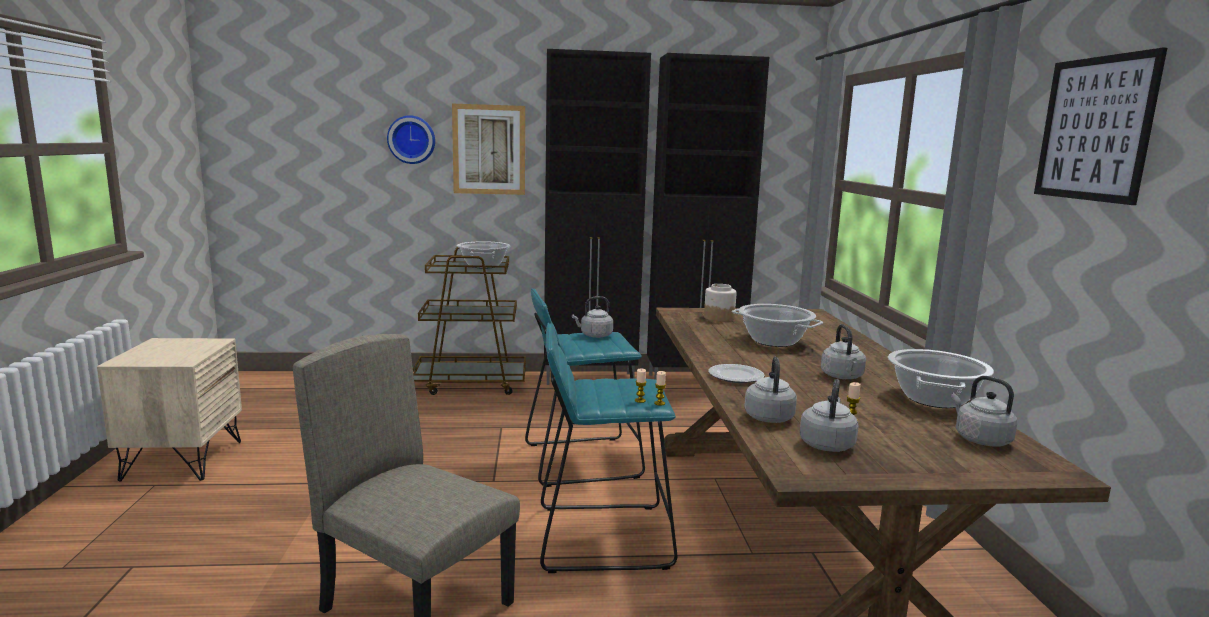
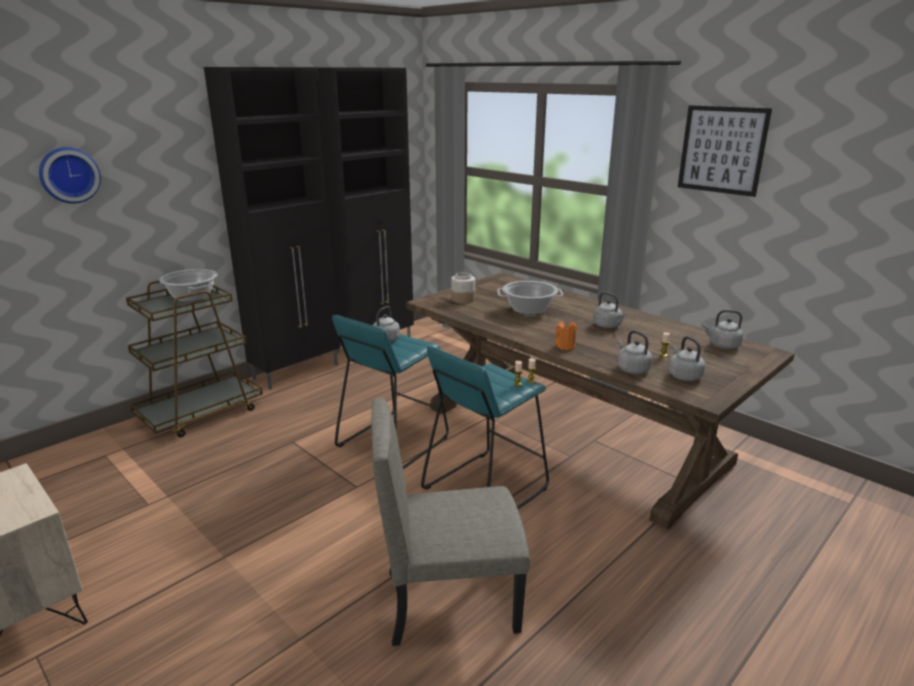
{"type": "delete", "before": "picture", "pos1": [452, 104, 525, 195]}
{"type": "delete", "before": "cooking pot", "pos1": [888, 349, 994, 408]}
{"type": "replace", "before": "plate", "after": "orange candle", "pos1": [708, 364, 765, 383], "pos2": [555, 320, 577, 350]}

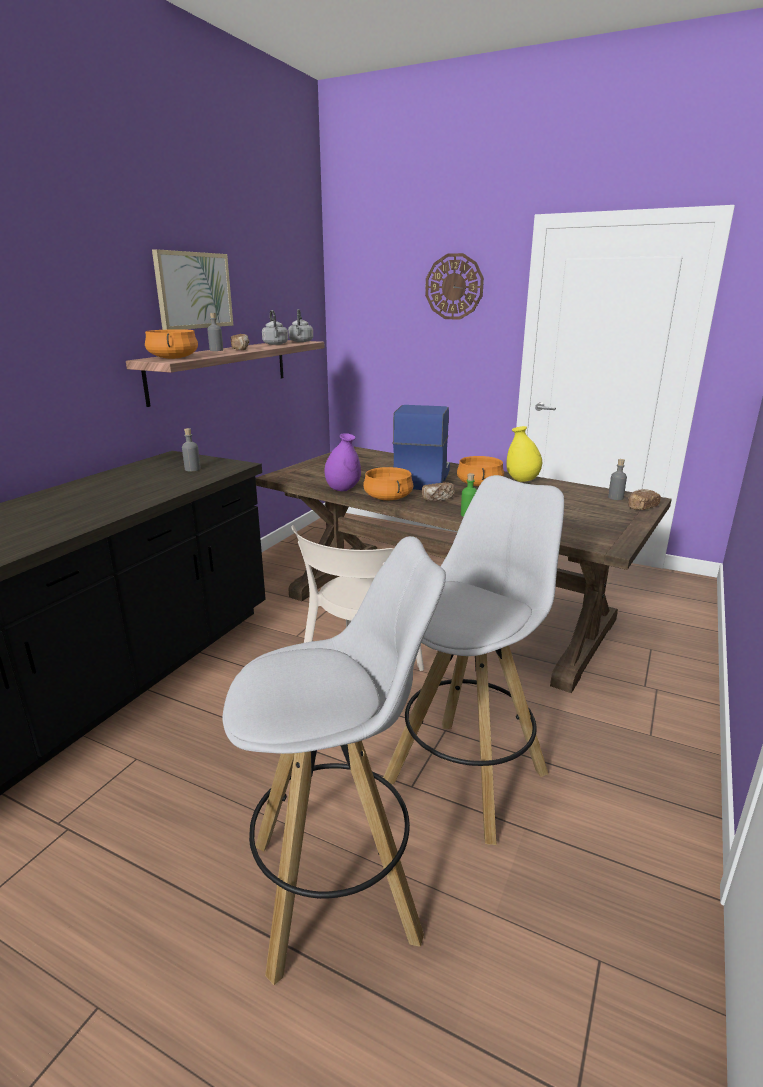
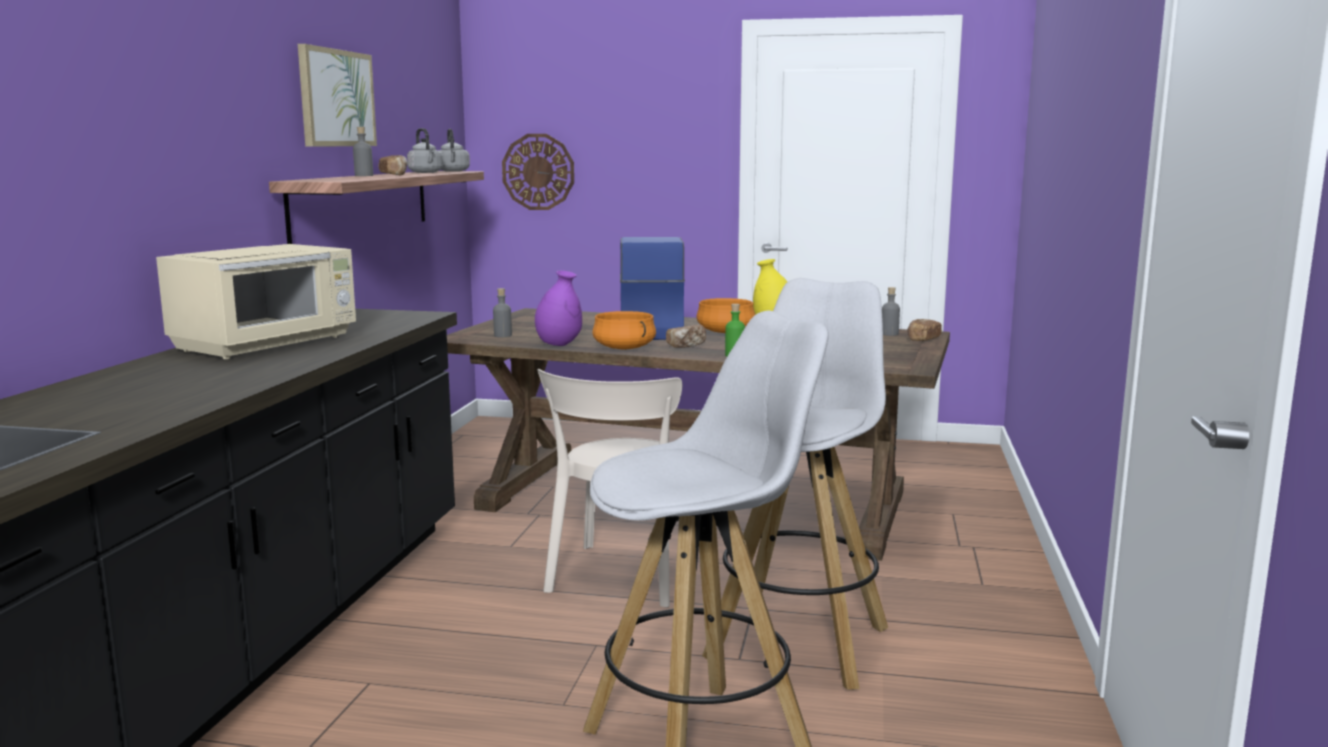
{"type": "move", "before": "wall clock", "pos1": [425, 253, 484, 320], "pos2": [502, 134, 574, 210]}
{"type": "delete", "before": "orange cooking pot", "pos1": [145, 329, 198, 359]}
{"type": "move", "before": "grey bottle", "pos1": [182, 428, 201, 471], "pos2": [493, 288, 512, 337]}
{"type": "insert", "after": "beige microwave", "pos2": [156, 244, 356, 359]}

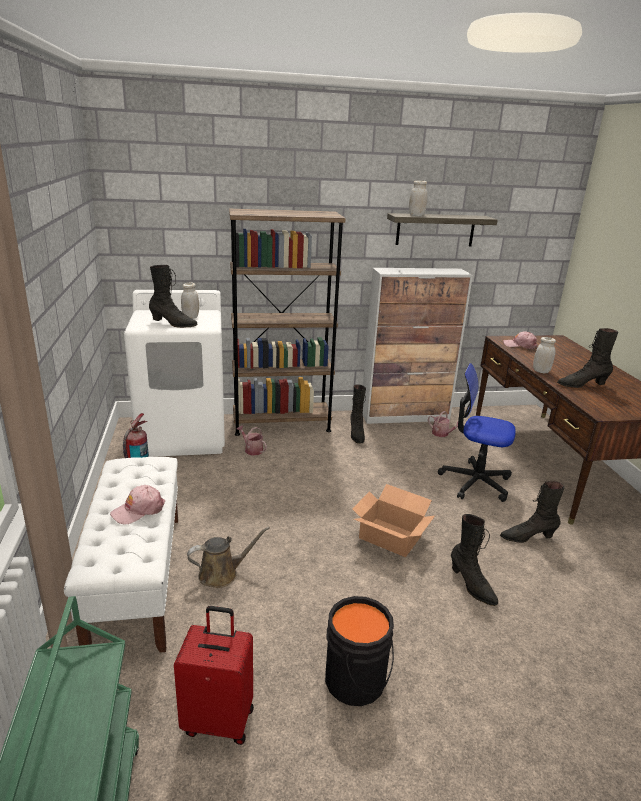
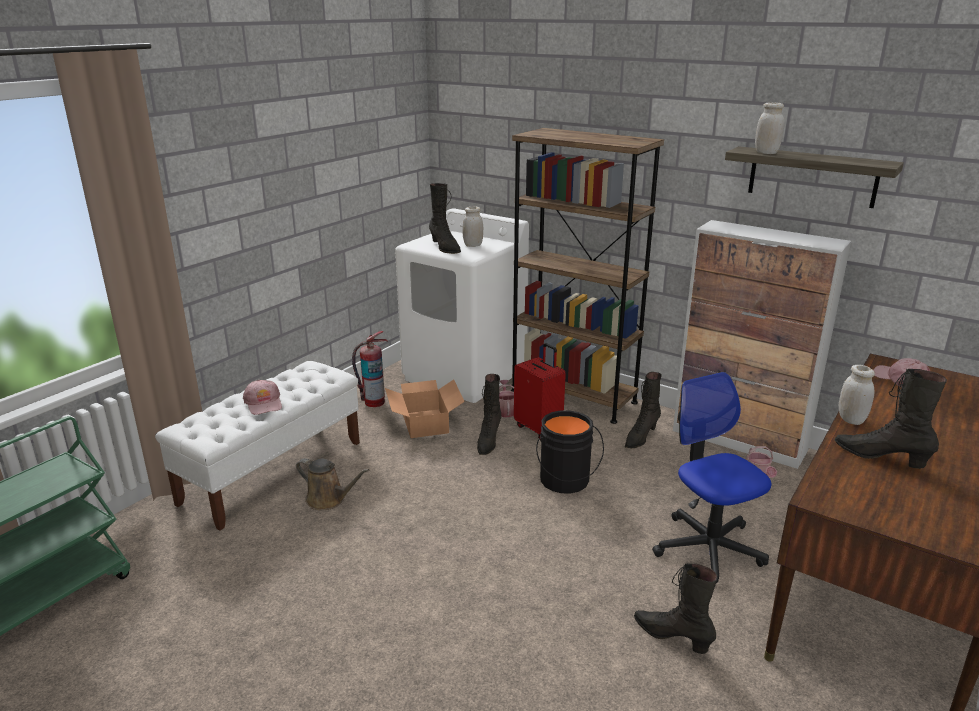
{"type": "move", "before": "cardboard box", "pos1": [352, 484, 435, 557], "pos2": [385, 379, 465, 438]}
{"type": "rotate", "before": "pink cap", "pos1": [110, 485, 165, 525], "pos2": [243, 380, 282, 415], "turn": -120}
{"type": "move", "before": "black boot", "pos1": [451, 514, 498, 606], "pos2": [477, 374, 501, 455]}
{"type": "move", "before": "black bucket", "pos1": [325, 596, 394, 706], "pos2": [536, 410, 604, 493]}
{"type": "move", "before": "red suitcase", "pos1": [174, 606, 254, 745], "pos2": [514, 343, 566, 440]}

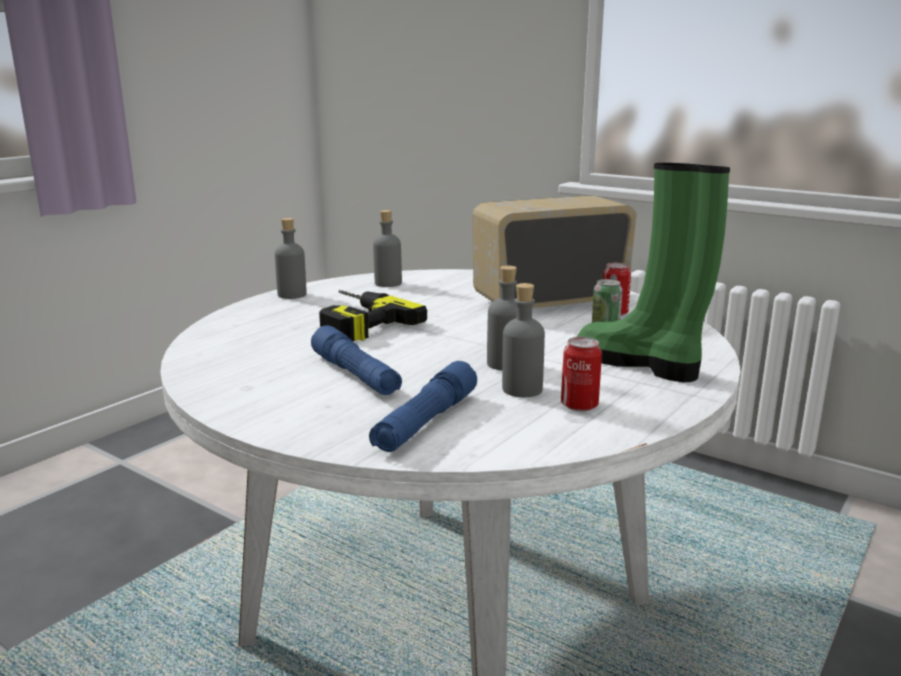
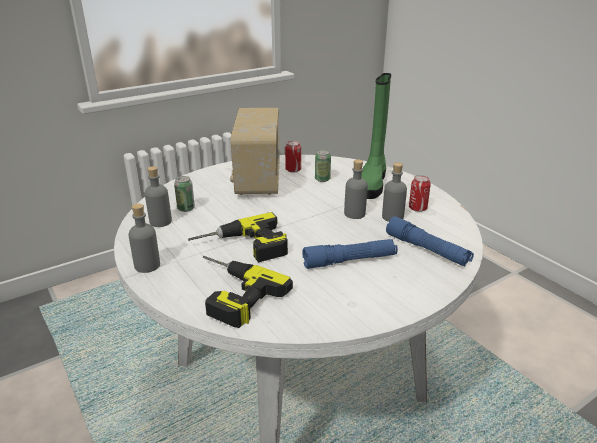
{"type": "rotate", "before": "green boot", "pos1": [577, 163, 730, 382], "pos2": [361, 73, 391, 199], "turn": -45}
{"type": "insert", "after": "can", "pos2": [174, 176, 195, 212]}
{"type": "insert", "after": "power drill", "pos2": [203, 256, 293, 328]}

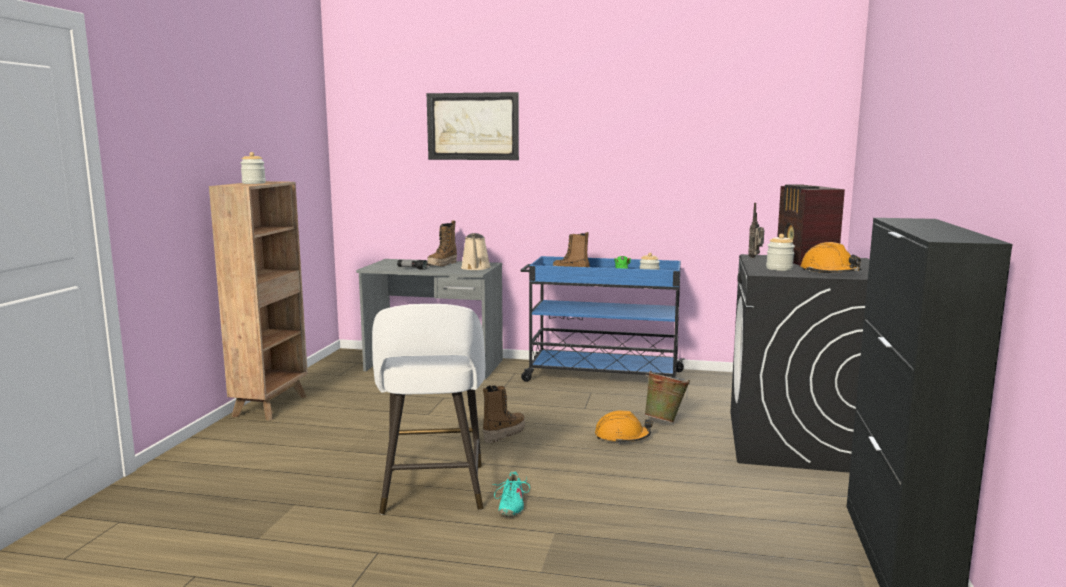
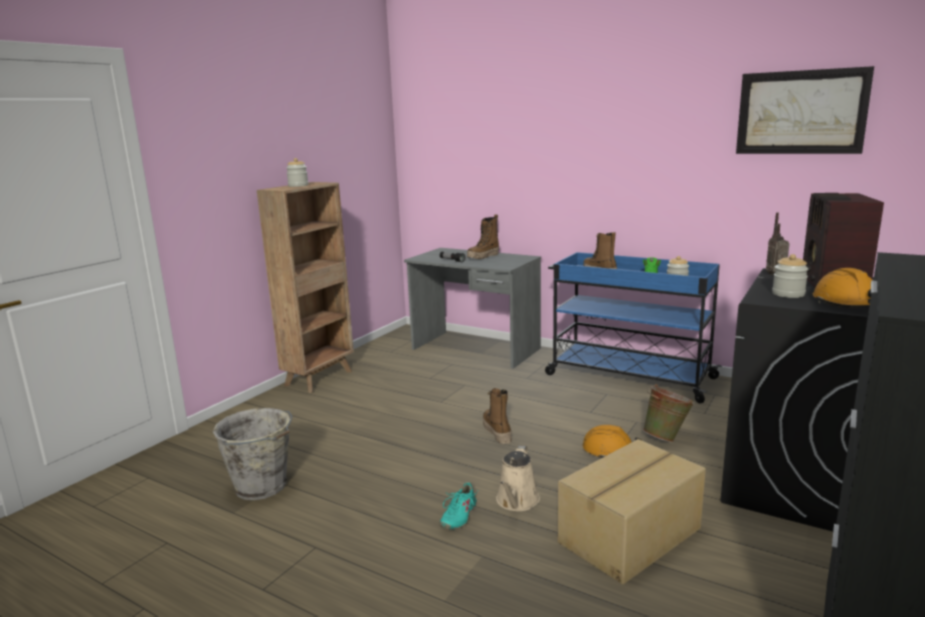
{"type": "move", "before": "picture", "pos1": [427, 92, 519, 160], "pos2": [736, 66, 874, 154]}
{"type": "move", "before": "beige watering can", "pos1": [461, 233, 491, 270], "pos2": [496, 446, 540, 511]}
{"type": "delete", "before": "white stool", "pos1": [372, 304, 485, 514]}
{"type": "rotate", "before": "boot", "pos1": [483, 385, 525, 443], "pos2": [483, 388, 512, 444], "turn": -75}
{"type": "insert", "after": "grey bucket", "pos2": [213, 408, 292, 500]}
{"type": "insert", "after": "cardboard box", "pos2": [558, 439, 706, 584]}

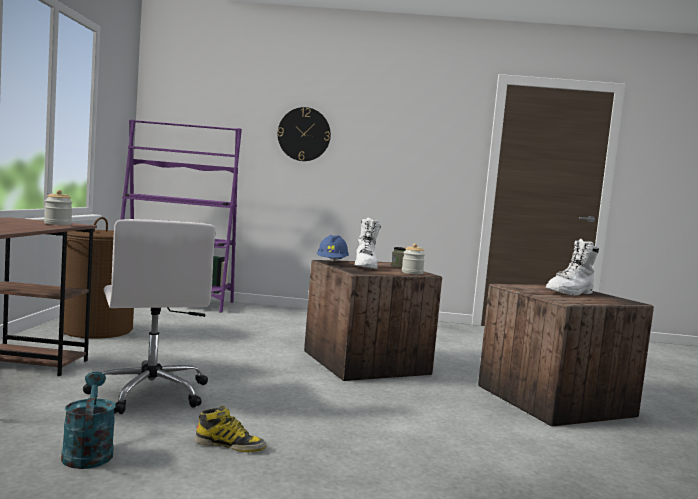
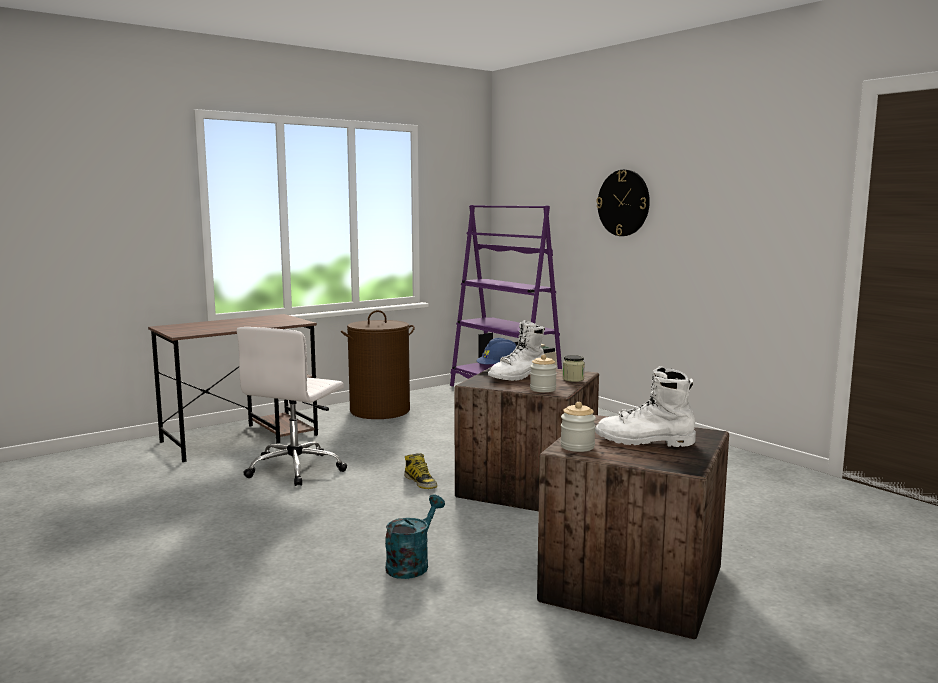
{"type": "move", "before": "jar", "pos1": [44, 190, 73, 225], "pos2": [560, 402, 596, 452]}
{"type": "move", "before": "turquoise watering can", "pos1": [61, 371, 116, 469], "pos2": [385, 495, 445, 579]}
{"type": "move", "before": "boot", "pos1": [195, 405, 267, 452], "pos2": [404, 453, 437, 489]}

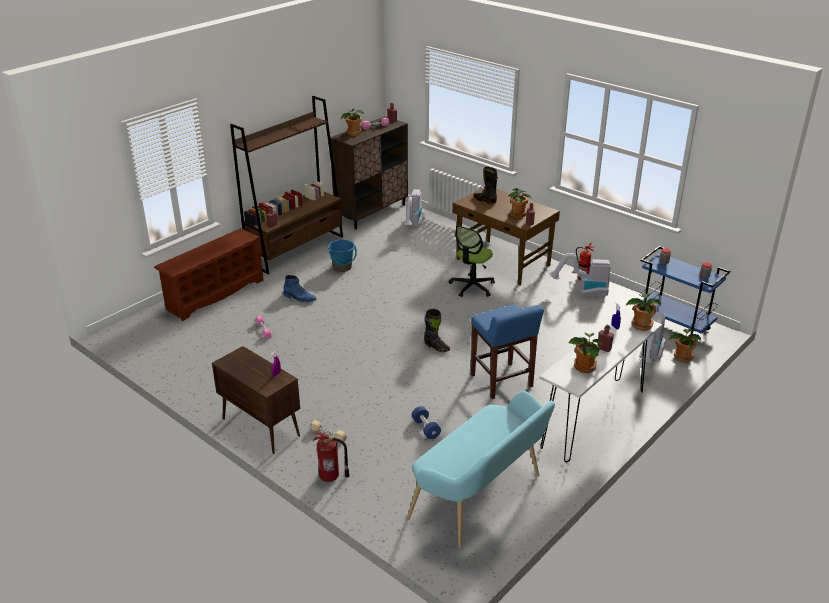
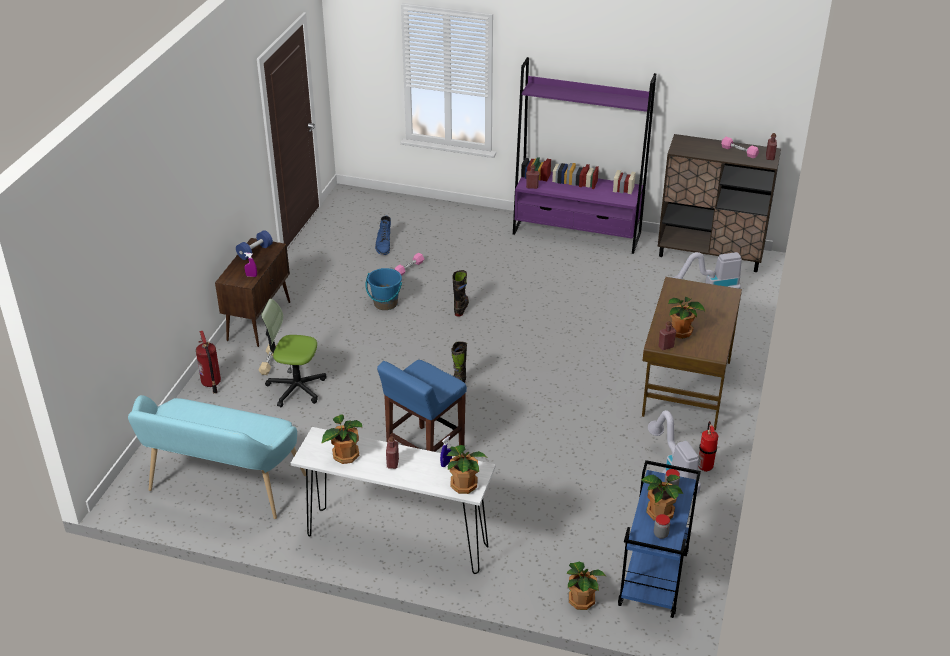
{"type": "recolor", "before": "brown bookcase", "after": "purple bookcase", "pos1": [230, 96, 343, 274], "pos2": [513, 57, 656, 254]}
{"type": "move", "before": "potted plant", "pos1": [340, 109, 364, 136], "pos2": [641, 475, 683, 521]}
{"type": "move", "before": "black boot", "pos1": [473, 167, 498, 204], "pos2": [452, 270, 469, 316]}
{"type": "move", "before": "office chair", "pos1": [449, 225, 495, 297], "pos2": [261, 299, 326, 407]}
{"type": "delete", "before": "brown shoe rack", "pos1": [154, 228, 264, 321]}
{"type": "move", "before": "blue bucket", "pos1": [328, 239, 357, 272], "pos2": [365, 268, 402, 310]}
{"type": "move", "before": "blue boot", "pos1": [283, 275, 317, 302], "pos2": [375, 216, 391, 255]}
{"type": "delete", "before": "vacuum cleaner", "pos1": [639, 312, 666, 363]}
{"type": "move", "before": "blue dumbbell", "pos1": [412, 406, 441, 439], "pos2": [236, 230, 273, 260]}

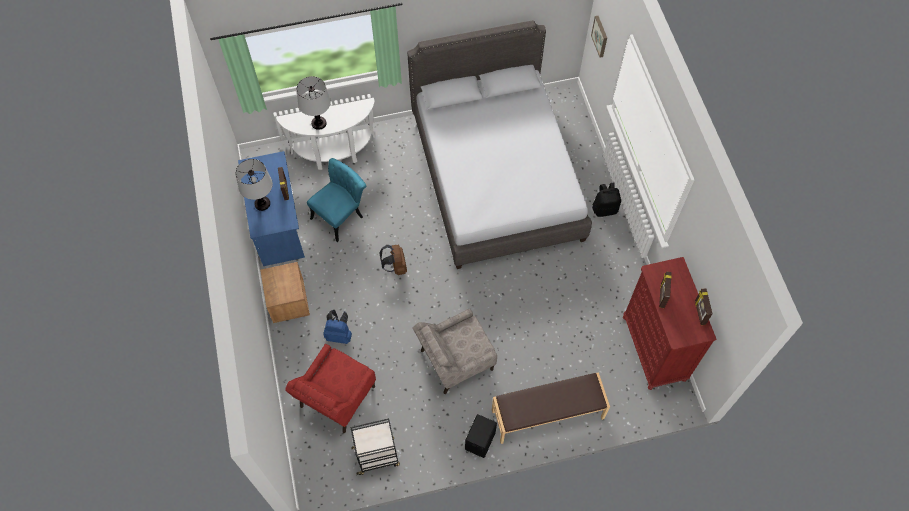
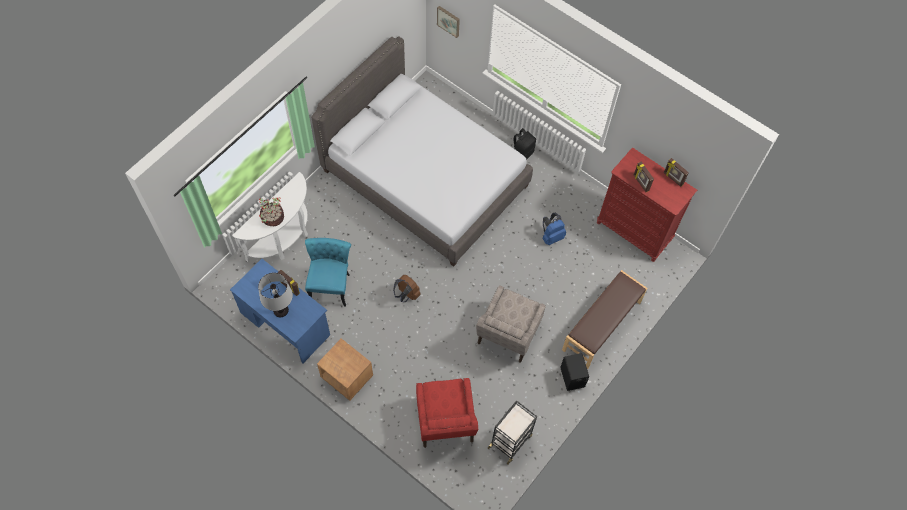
{"type": "replace", "before": "table lamp", "after": "potted plant", "pos1": [297, 76, 331, 130], "pos2": [259, 197, 284, 227]}
{"type": "move", "before": "blue backpack", "pos1": [323, 310, 352, 344], "pos2": [542, 213, 566, 245]}

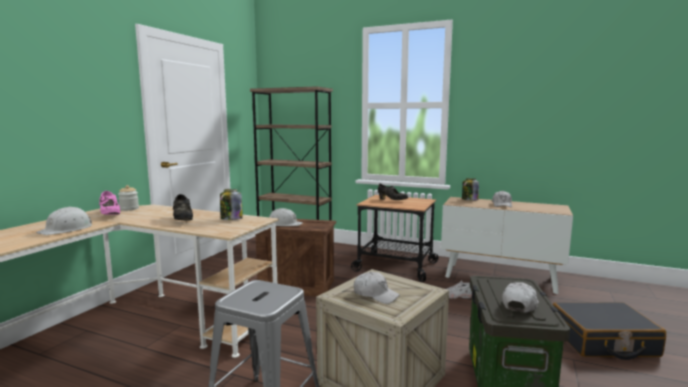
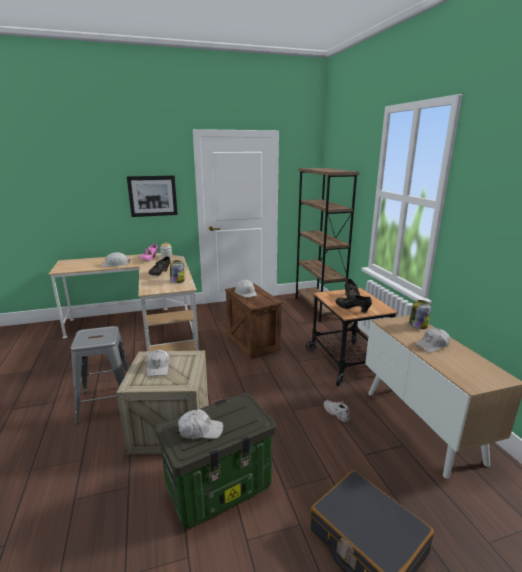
{"type": "insert", "after": "picture", "pos2": [127, 175, 178, 217]}
{"type": "insert", "after": "black shoe", "pos2": [335, 295, 372, 313]}

